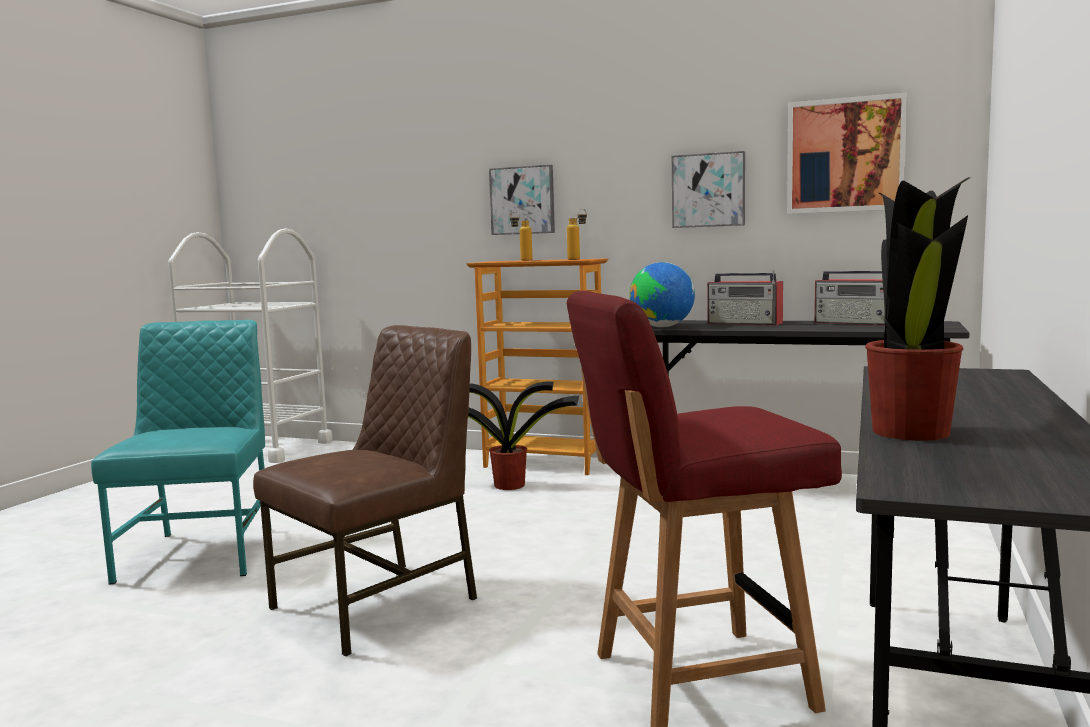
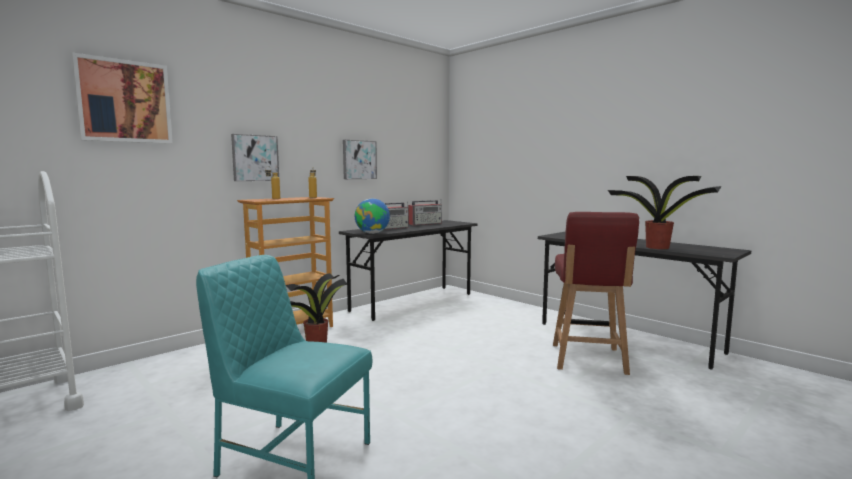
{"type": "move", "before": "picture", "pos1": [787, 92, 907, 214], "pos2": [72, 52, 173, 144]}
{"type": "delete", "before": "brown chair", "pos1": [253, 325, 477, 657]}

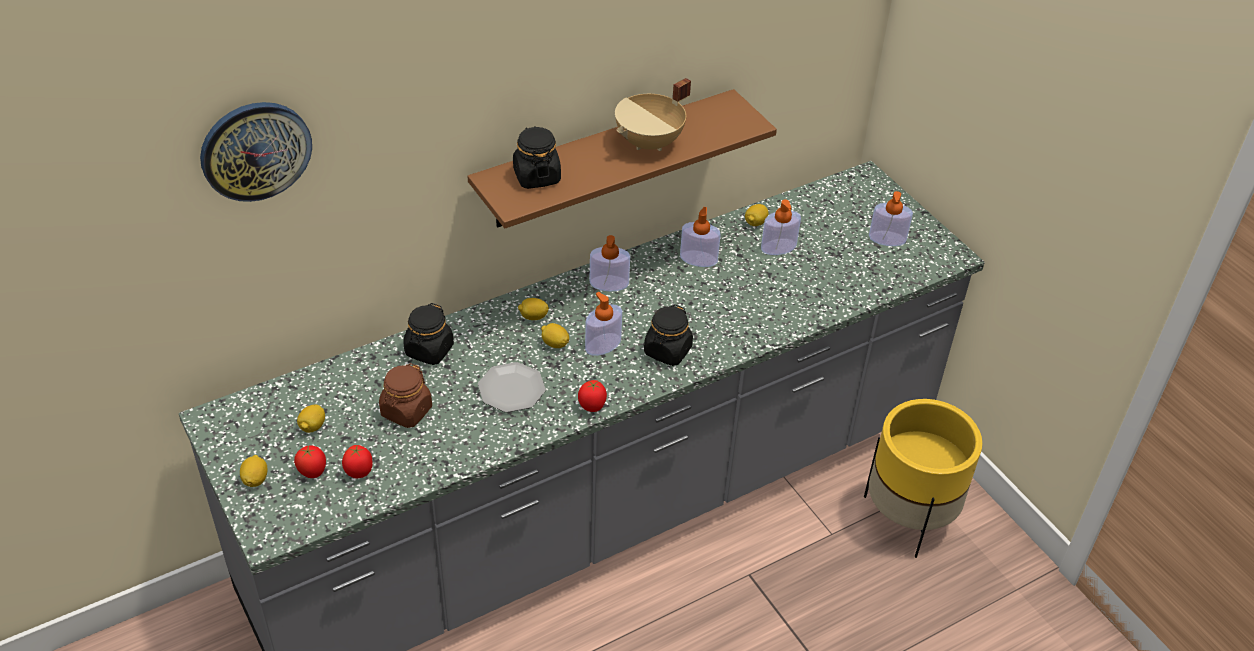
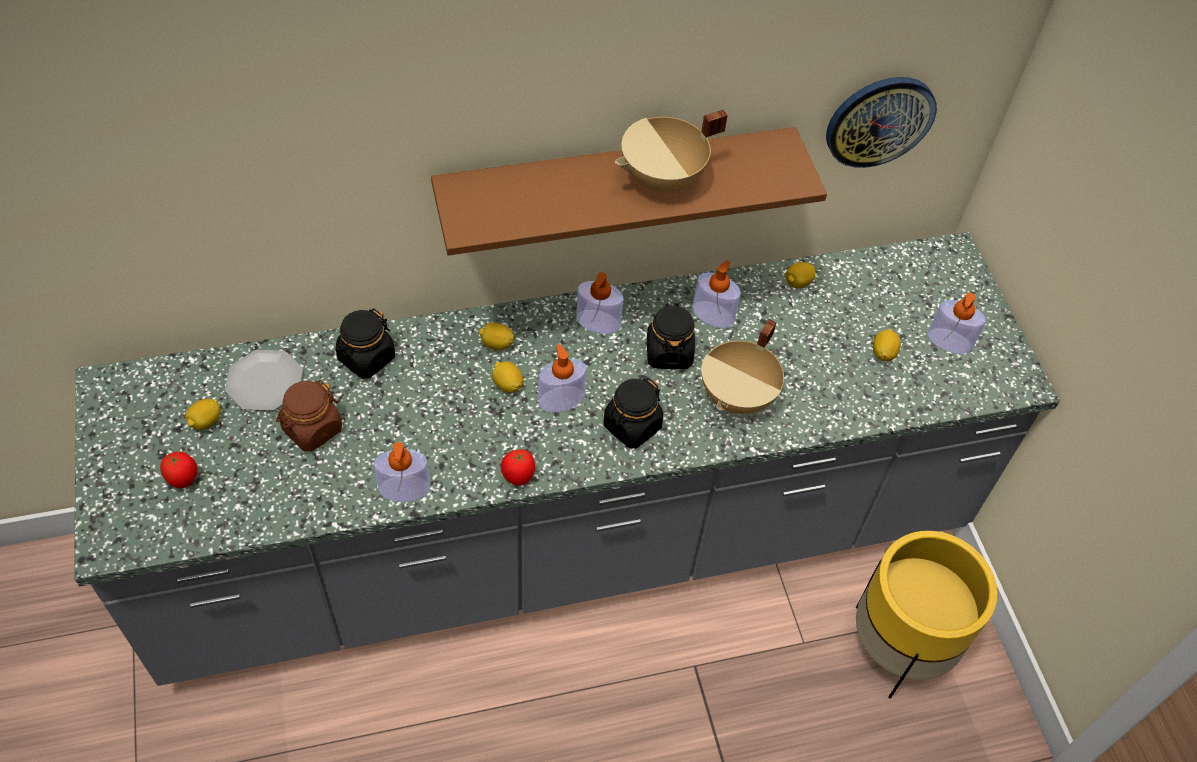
{"type": "move", "before": "wall clock", "pos1": [200, 102, 312, 202], "pos2": [826, 77, 937, 168]}
{"type": "move", "before": "black jar", "pos1": [513, 126, 561, 189], "pos2": [647, 303, 695, 369]}
{"type": "move", "before": "soap dispenser", "pos1": [761, 199, 801, 255], "pos2": [374, 442, 431, 502]}
{"type": "move", "before": "plate", "pos1": [478, 362, 546, 413], "pos2": [225, 350, 303, 411]}
{"type": "delete", "before": "tomato", "pos1": [342, 444, 373, 478]}
{"type": "move", "before": "lemon", "pos1": [240, 455, 268, 487], "pos2": [873, 329, 901, 361]}
{"type": "insert", "after": "beige cooking pot", "pos2": [701, 319, 784, 414]}

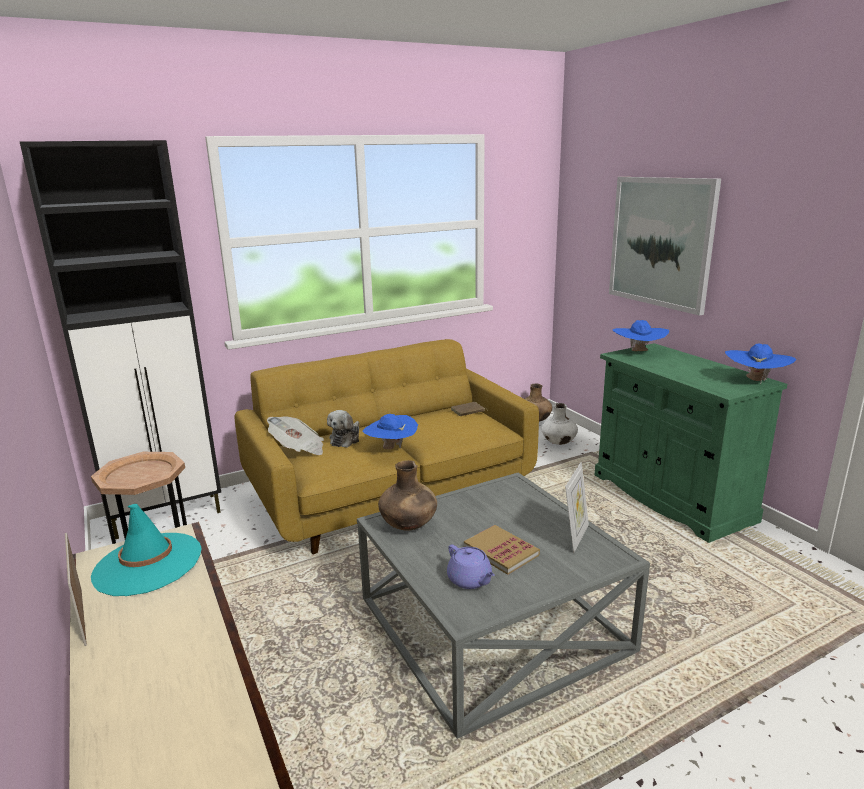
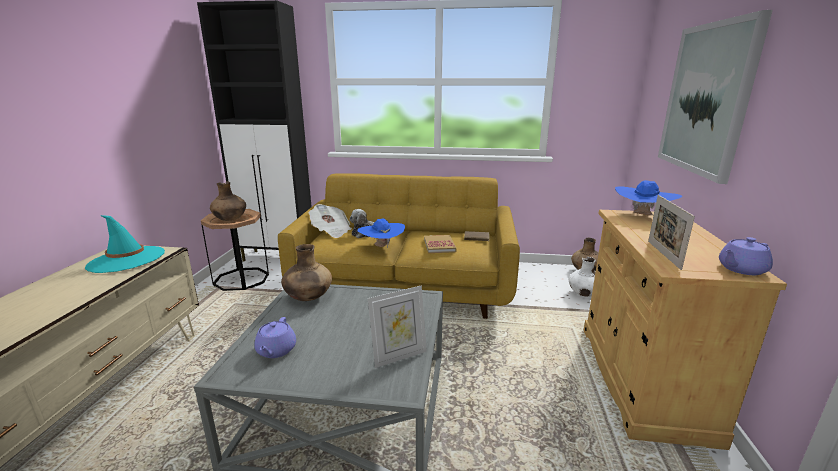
{"type": "recolor", "before": "green cabinet", "after": "beige cabinet", "pos1": [595, 343, 787, 543], "pos2": [584, 210, 787, 450]}
{"type": "replace", "before": "blue hat", "after": "purple teapot", "pos1": [725, 344, 797, 384], "pos2": [719, 237, 773, 275]}
{"type": "move", "before": "book", "pos1": [464, 525, 540, 575], "pos2": [424, 235, 457, 253]}
{"type": "move", "before": "picture frame", "pos1": [65, 533, 87, 646], "pos2": [648, 195, 695, 270]}
{"type": "insert", "after": "brown vase", "pos2": [210, 181, 246, 221]}

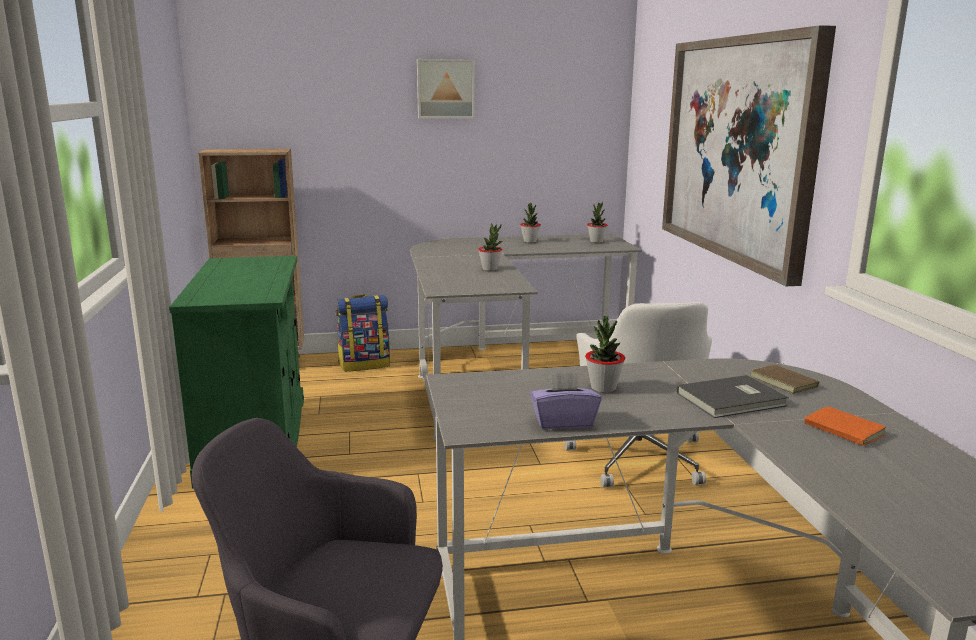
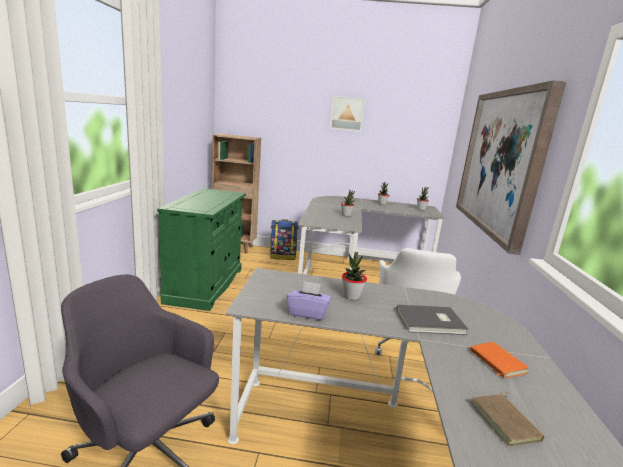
{"type": "move", "before": "brown book", "pos1": [750, 363, 819, 394], "pos2": [471, 392, 545, 446]}

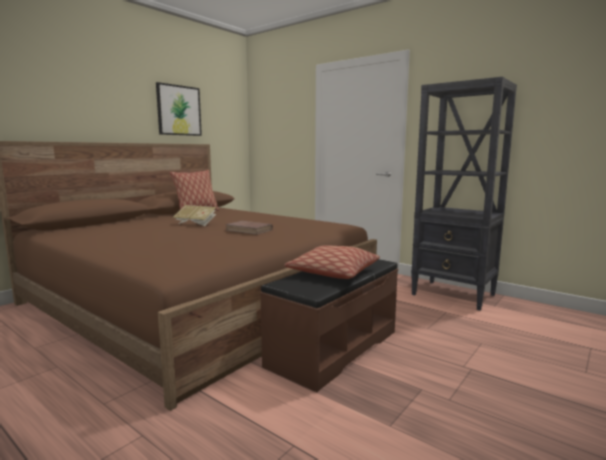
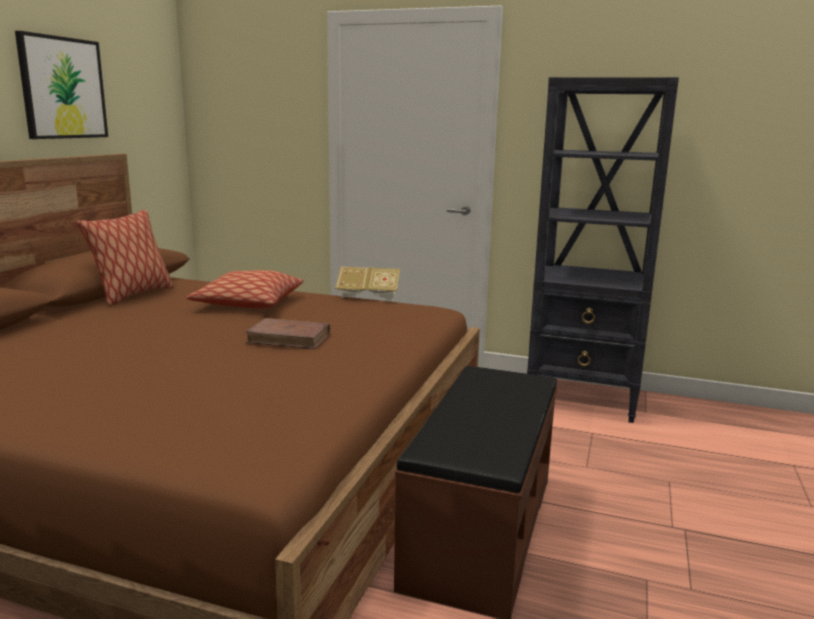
{"type": "move", "before": "book", "pos1": [173, 205, 217, 226], "pos2": [335, 267, 400, 300]}
{"type": "move", "before": "pillow", "pos1": [284, 245, 380, 279], "pos2": [187, 270, 303, 308]}

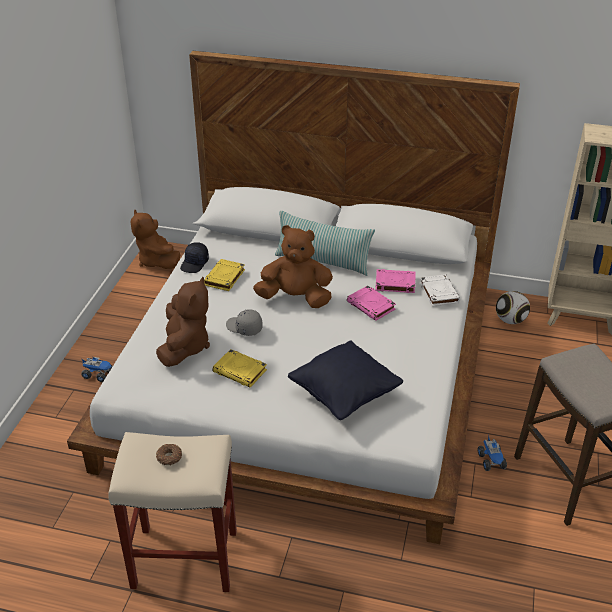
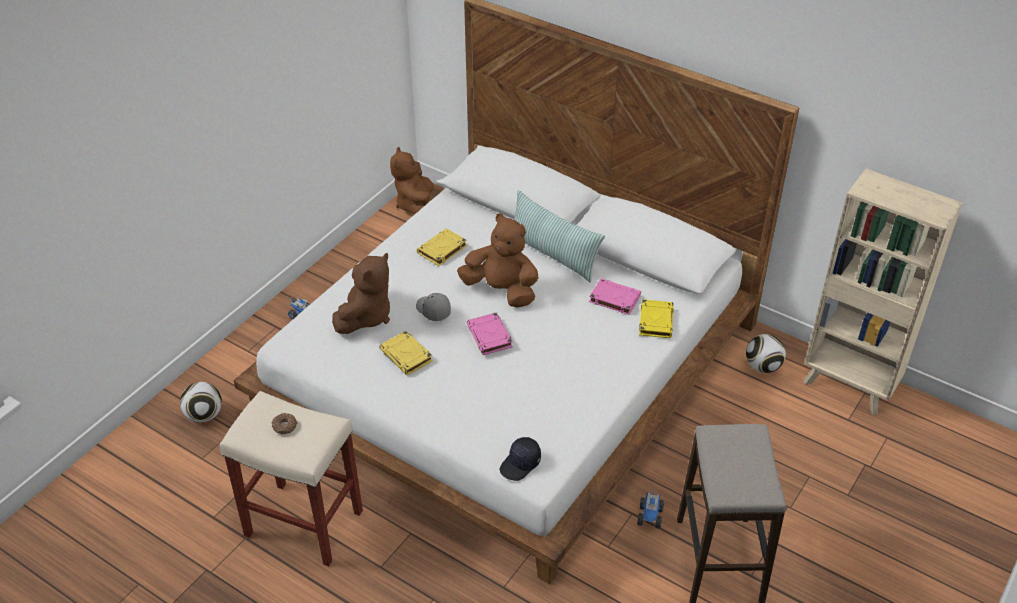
{"type": "move", "before": "black cap", "pos1": [180, 242, 209, 273], "pos2": [500, 437, 541, 481]}
{"type": "recolor", "before": "white book", "after": "yellow book", "pos1": [420, 274, 460, 307], "pos2": [639, 299, 674, 338]}
{"type": "move", "before": "pink book", "pos1": [347, 285, 396, 321], "pos2": [467, 312, 513, 355]}
{"type": "delete", "before": "black pillow", "pos1": [288, 341, 403, 420]}
{"type": "insert", "after": "football", "pos2": [180, 382, 222, 422]}

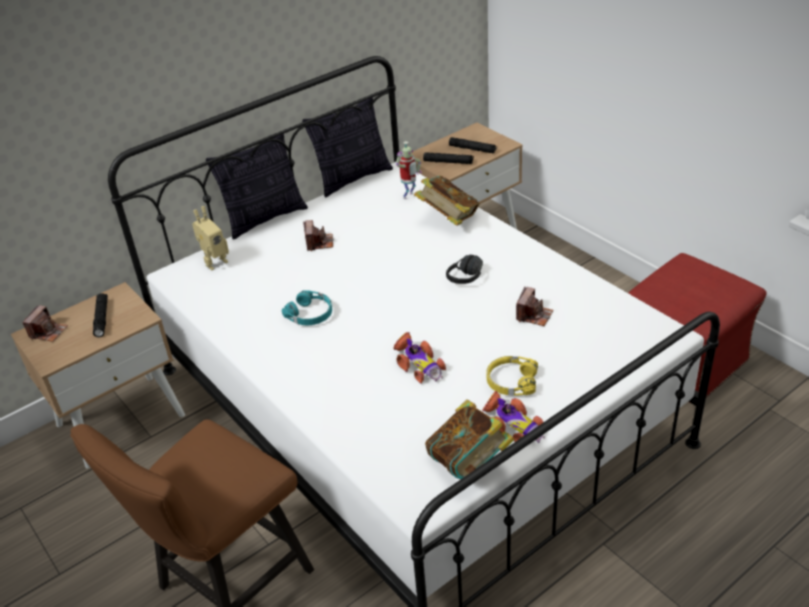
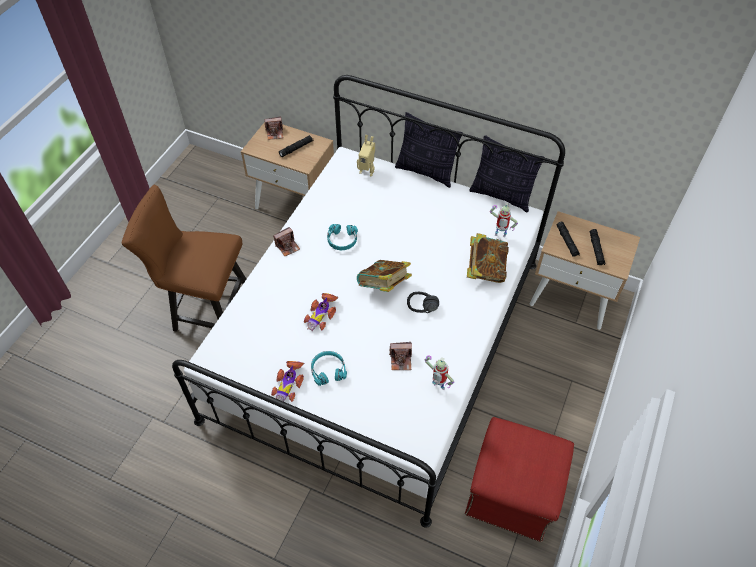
{"type": "move", "before": "photo camera", "pos1": [303, 220, 334, 251], "pos2": [273, 227, 300, 256]}
{"type": "recolor", "before": "yellow headphones", "after": "turquoise headphones", "pos1": [487, 356, 538, 396], "pos2": [311, 351, 347, 386]}
{"type": "move", "before": "book", "pos1": [425, 399, 515, 479], "pos2": [357, 260, 412, 292]}
{"type": "insert", "after": "toy robot", "pos2": [425, 355, 454, 390]}

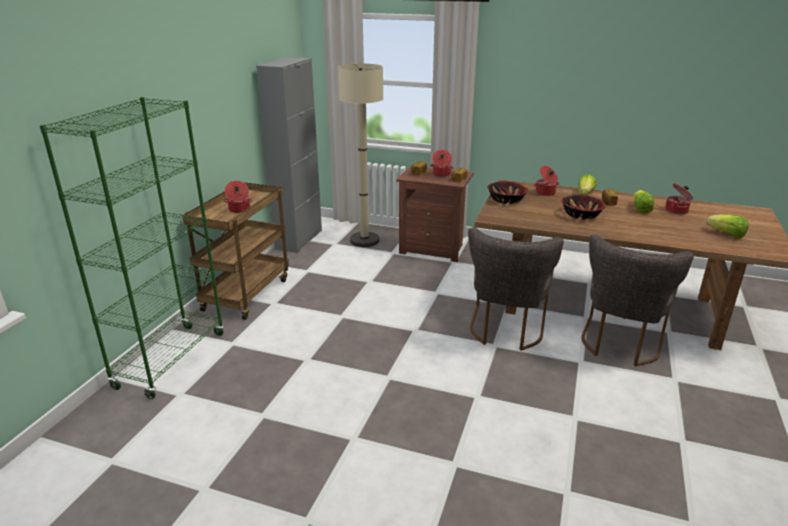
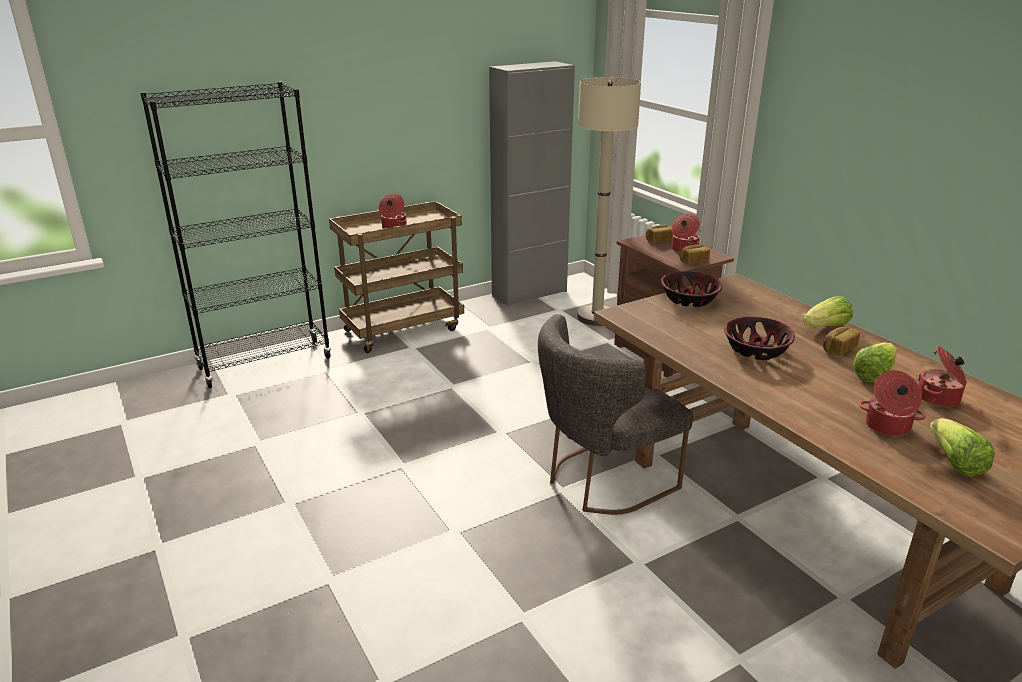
{"type": "recolor", "before": "green bookcase", "after": "black bookcase", "pos1": [40, 97, 224, 399], "pos2": [141, 82, 332, 388]}
{"type": "move", "before": "cooking pot", "pos1": [533, 166, 560, 196], "pos2": [859, 370, 926, 437]}
{"type": "delete", "before": "grey chair", "pos1": [581, 234, 694, 366]}

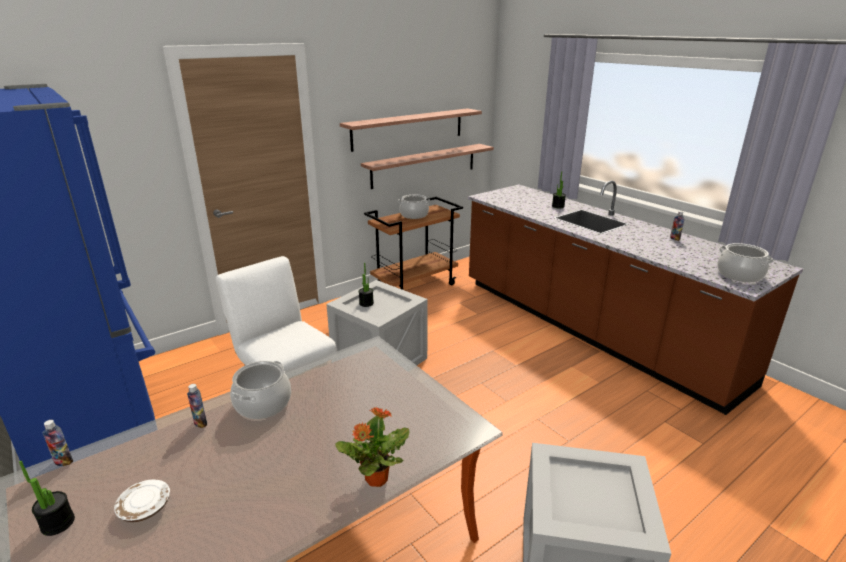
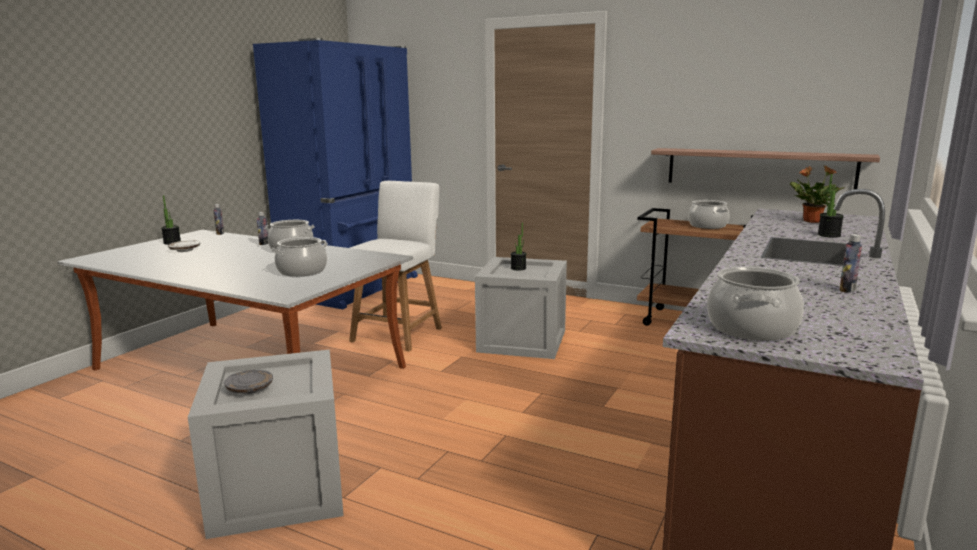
{"type": "delete", "before": "shelf", "pos1": [340, 108, 482, 152]}
{"type": "move", "before": "potted plant", "pos1": [335, 407, 410, 487], "pos2": [790, 166, 844, 223]}
{"type": "insert", "after": "cooking pot", "pos2": [271, 237, 328, 277]}
{"type": "insert", "after": "grey plate", "pos2": [224, 370, 273, 394]}

